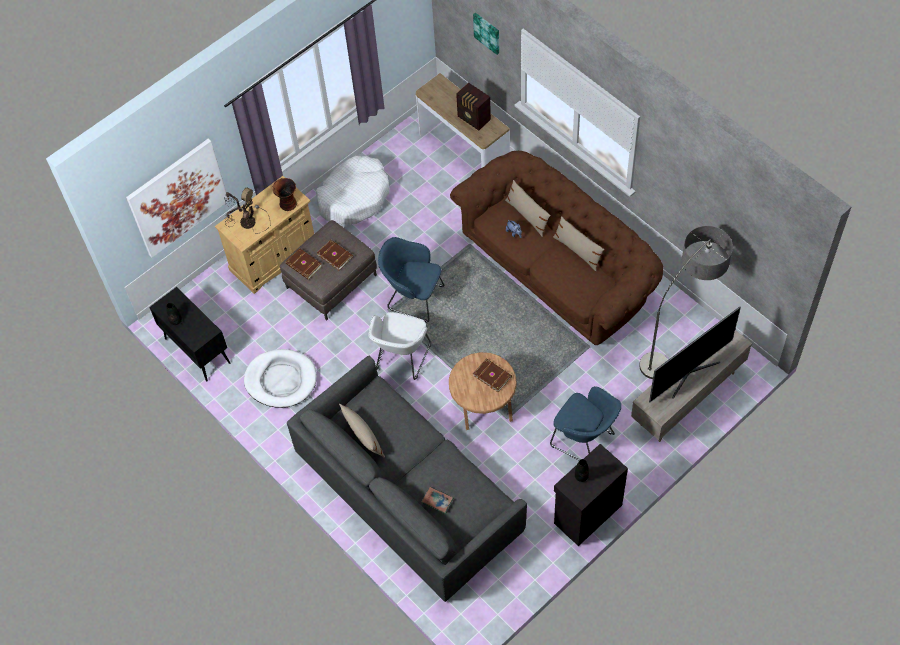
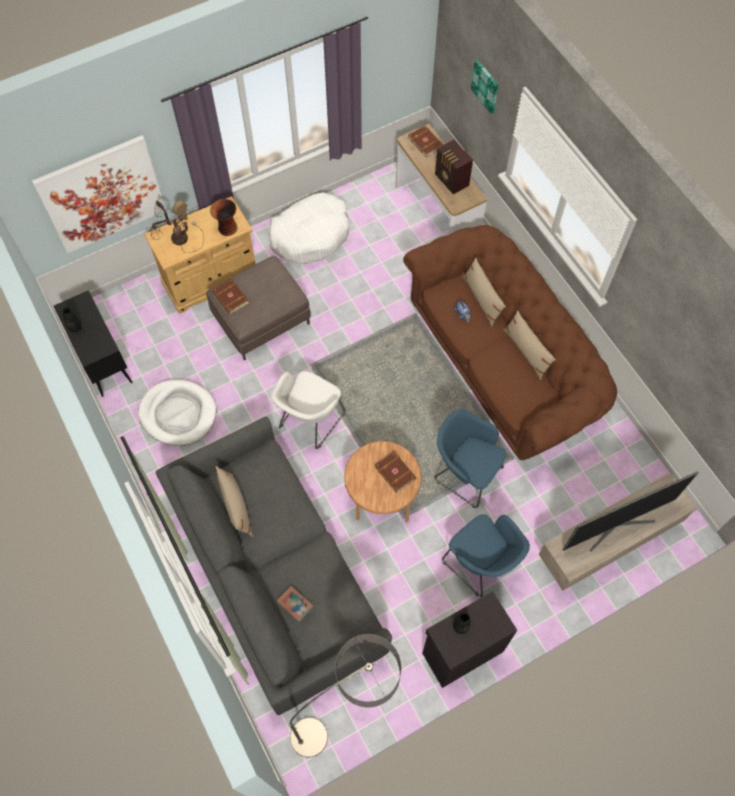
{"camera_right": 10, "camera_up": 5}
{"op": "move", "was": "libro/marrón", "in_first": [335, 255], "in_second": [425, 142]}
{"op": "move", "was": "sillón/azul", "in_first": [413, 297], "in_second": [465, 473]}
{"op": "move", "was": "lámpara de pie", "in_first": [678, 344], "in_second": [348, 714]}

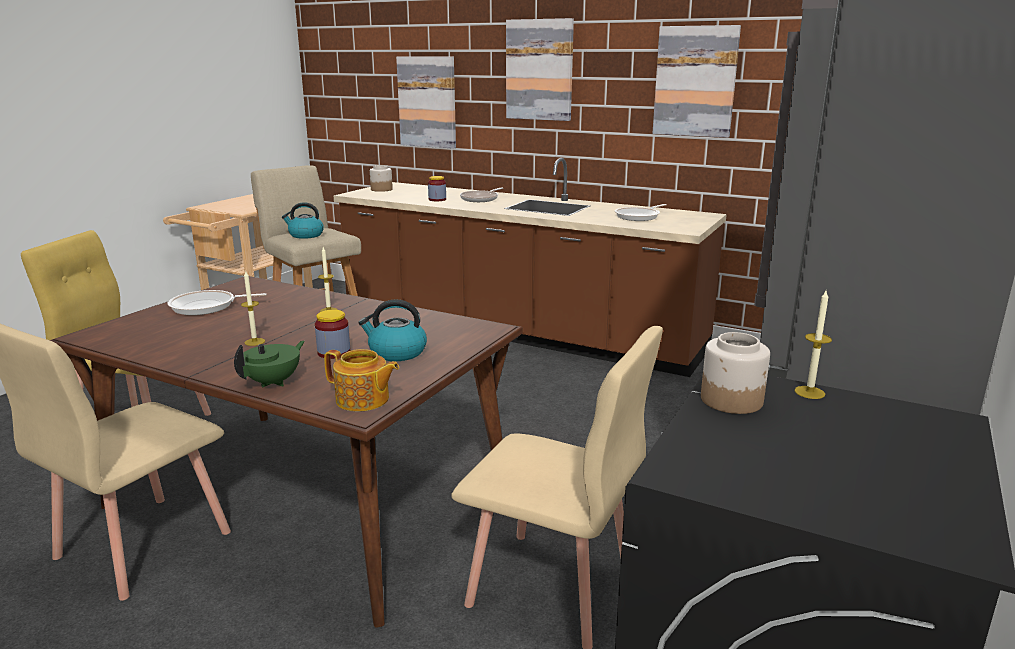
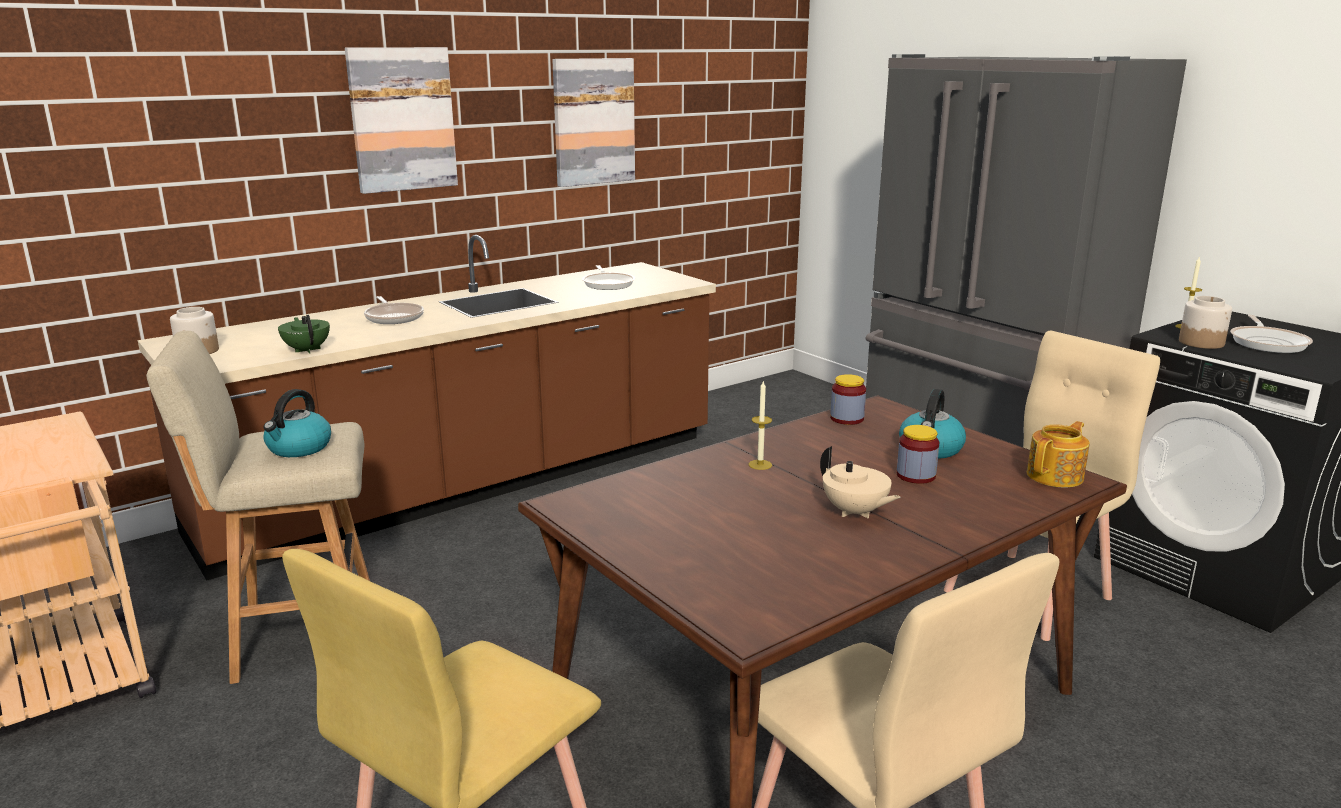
{"camera_right": -65, "camera_up": 0}
{"op": "delete", "was": "cuadro", "in_first": [427, 102]}
{"op": "move", "was": "sartén", "in_first": [207, 307], "in_second": [1268, 343]}
{"op": "move", "was": "tetera/verde", "in_first": [274, 382], "in_second": [307, 350]}
{"op": "move", "was": "tarro", "in_first": [437, 199], "in_second": [847, 418]}
{"op": "replace", "was": "vela", "now": "tetera/beis", "in_first": [254, 342], "in_second": [855, 512]}

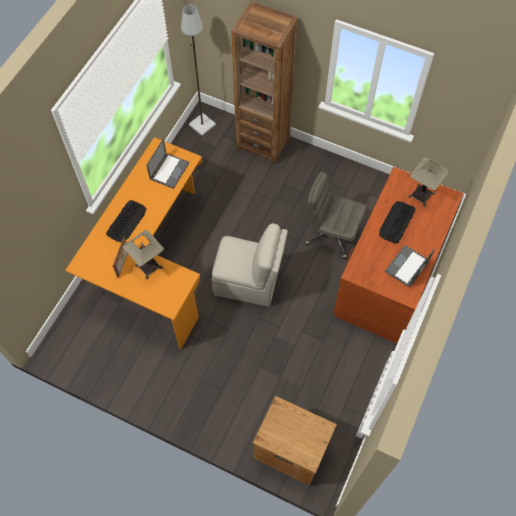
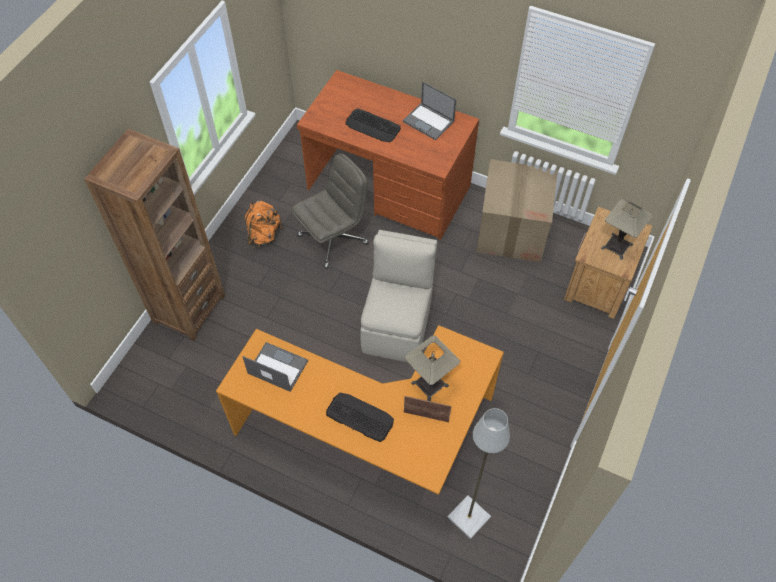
{"camera_right": -90, "camera_up": -5}
{"op": "insert", "now": "mochila/naranja", "in_second": [264, 235]}
{"op": "insert", "now": "caja de cartón", "in_second": [512, 230]}
{"op": "move", "was": "lámpara de pie/gris", "in_first": [202, 125], "in_second": [469, 517]}
{"op": "move", "was": "lámpara de mesa", "in_first": [421, 195], "in_second": [617, 246]}
{"op": "rotate", "was": "silla de oficina/gris", "in_first": [331, 234], "in_second": [333, 239], "clockwise": -150}

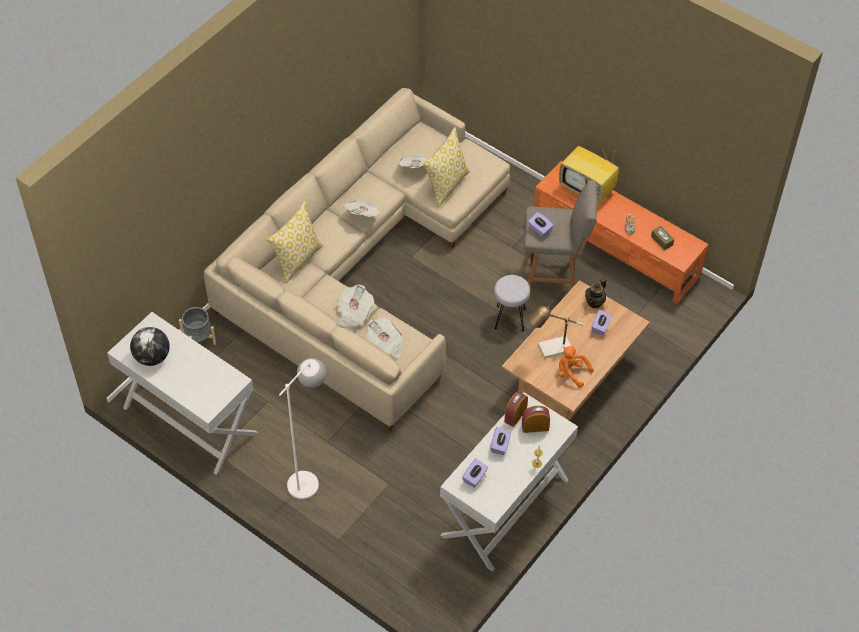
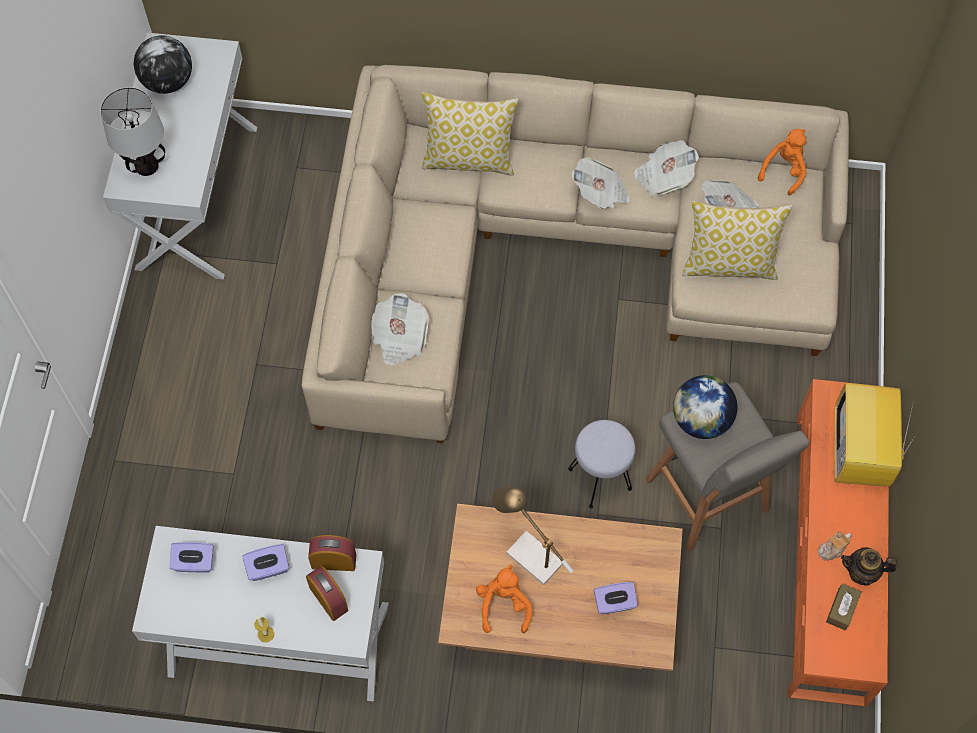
{"camera_right": 60, "camera_up": 10}
{"op": "delete", "was": "maceta/gris", "in_first": [198, 340]}
{"op": "delete", "was": "lámpara de pie/blanco", "in_first": [309, 477]}
{"op": "insert", "now": "lámpara de mesa", "in_second": [146, 166]}
{"op": "insert", "now": "peluche/naranja", "in_second": [783, 170]}
{"op": "move", "was": "periódico", "in_first": [354, 313], "in_second": [664, 177]}
{"op": "move", "was": "tetera", "in_first": [595, 302], "in_second": [862, 573]}
{"op": "replace", "was": "caja de pañuelos/morado", "now": "globo terráqueo", "in_first": [539, 229], "in_second": [701, 420]}

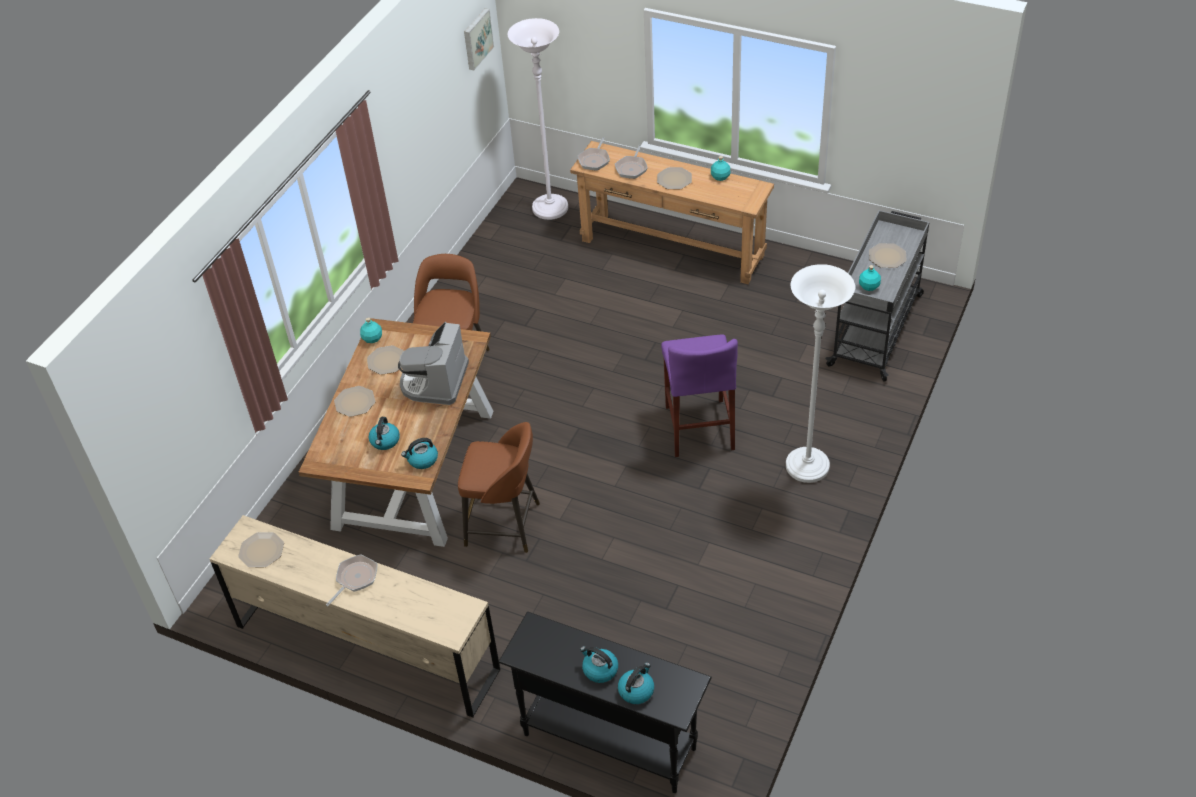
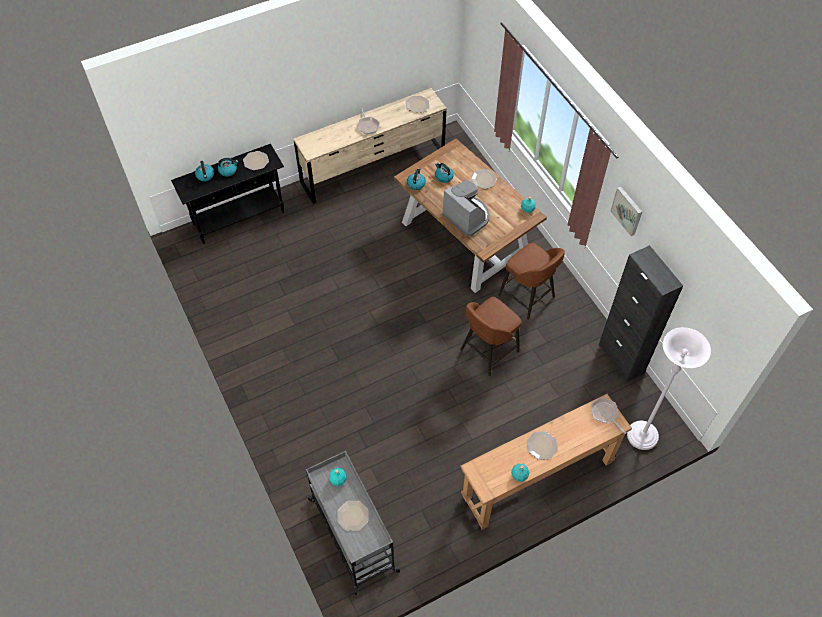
{"camera_right": 125, "camera_up": 10}
{"op": "delete", "was": "sartén", "in_first": [632, 168]}
{"op": "delete", "was": "taburete/morado", "in_first": [699, 427]}
{"op": "delete", "was": "lámpara de pie/blanco", "in_first": [807, 467]}
{"op": "insert", "now": "armario/negro", "in_second": [621, 358]}
{"op": "move", "was": "plato", "in_first": [386, 361], "in_second": [256, 161]}
{"op": "move", "was": "taburete/marrón", "in_first": [505, 525], "in_second": [488, 351]}
{"op": "move", "was": "cuadro", "in_first": [476, 38], "in_second": [627, 210]}

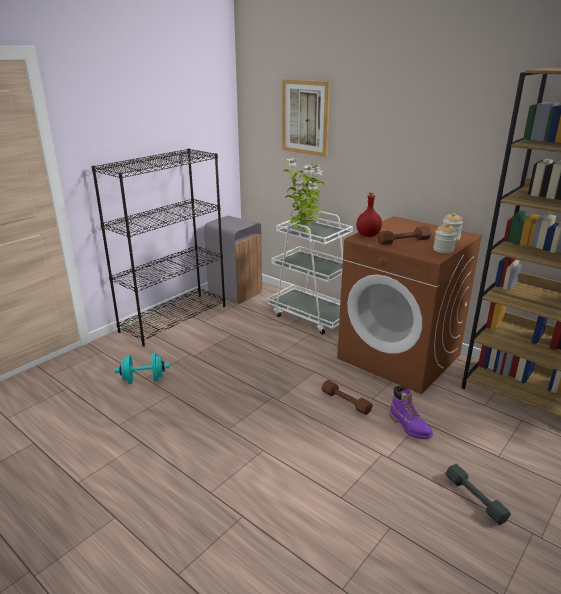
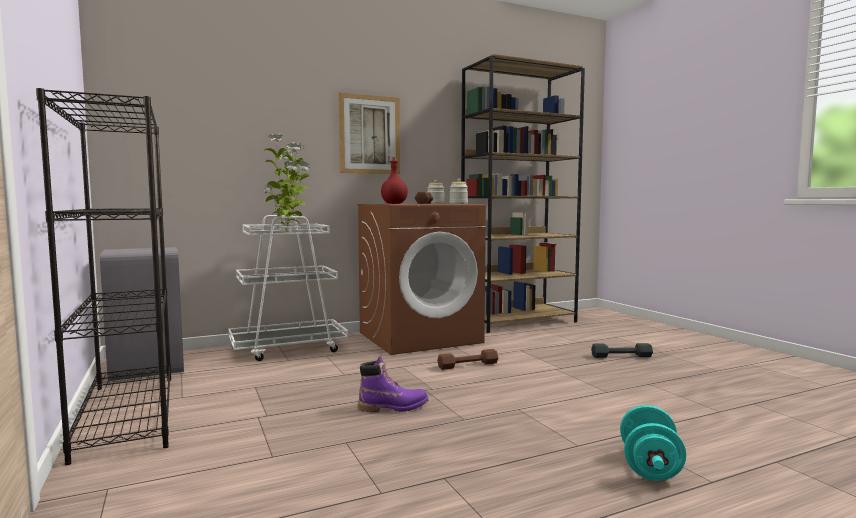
{"camera_right": -65, "camera_up": -20}
{"op": "move", "was": "mancuerna/turquesa", "in_first": [144, 380], "in_second": [649, 467]}
{"op": "move", "was": "cuadro", "in_first": [305, 117], "in_second": [369, 135]}
{"op": "move", "was": "bota/morado", "in_first": [409, 426], "in_second": [393, 407]}

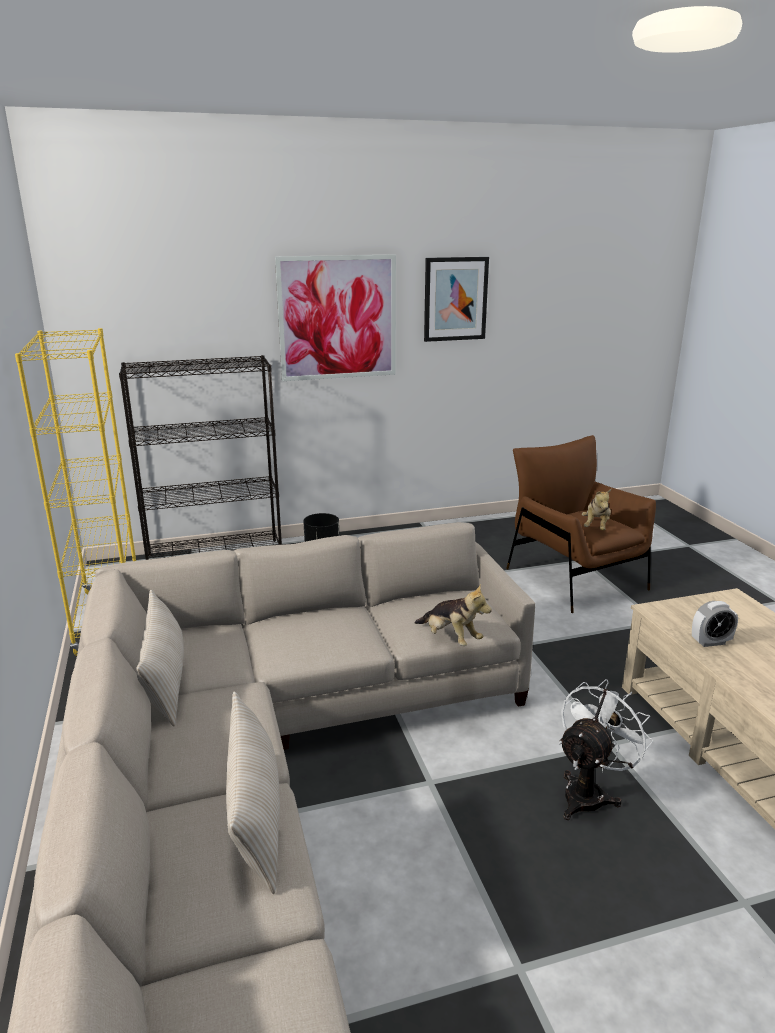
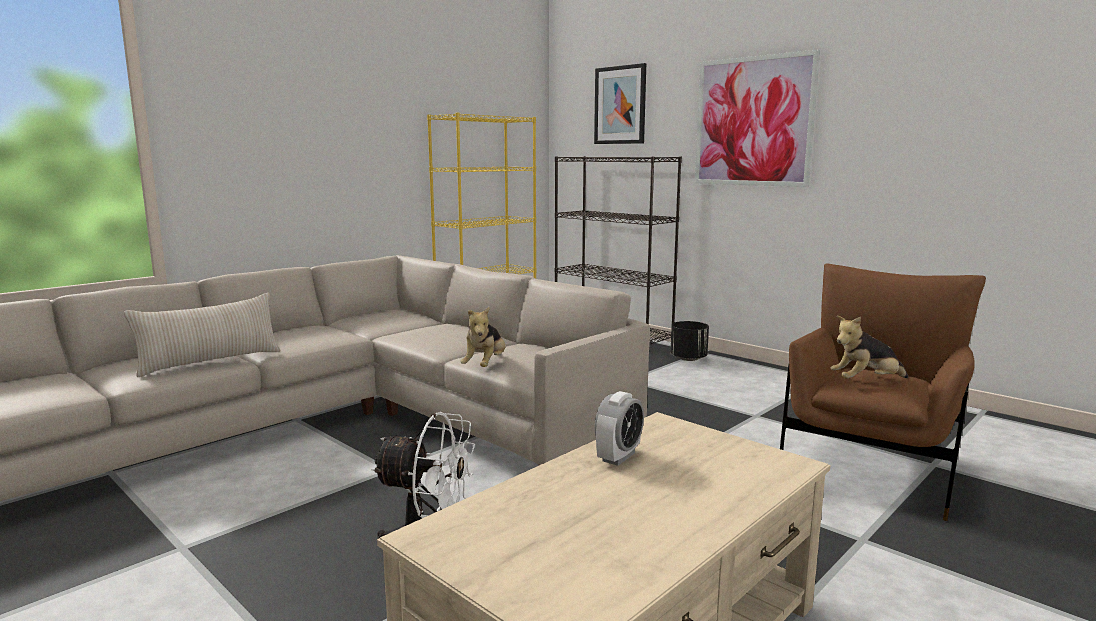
{"camera_right": 60, "camera_up": -10}
{"op": "delete", "was": "cojín/beis", "in_first": [166, 681]}
{"op": "move", "was": "cuadro", "in_first": [455, 299], "in_second": [620, 105]}
{"op": "rotate", "was": "despertador", "in_first": [711, 642], "in_second": [618, 457], "clockwise": -105}

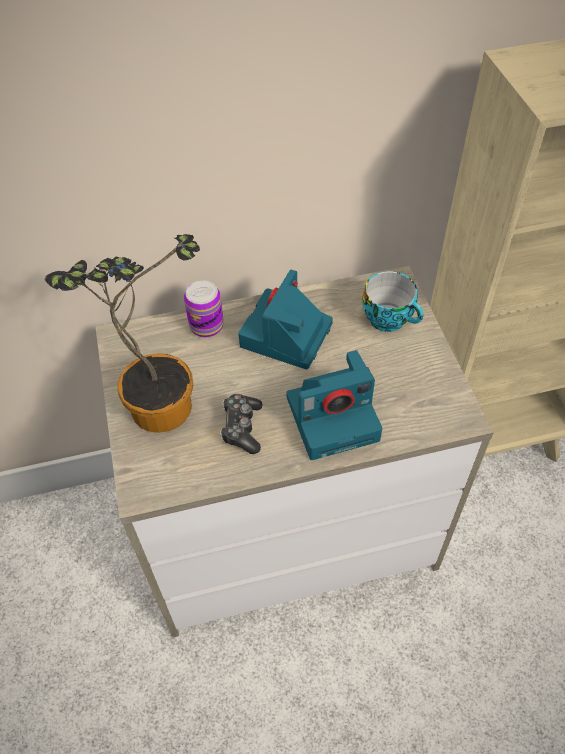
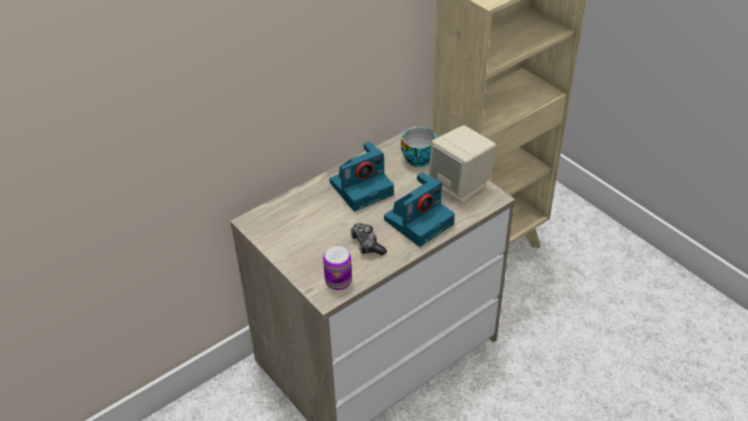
{"camera_right": -25, "camera_up": -10}
{"op": "delete", "was": "planta en maceta", "in_first": [155, 401]}
{"op": "insert", "now": "altavoz/beis", "in_second": [460, 186]}
{"op": "move", "was": "lata", "in_first": [206, 326], "in_second": [338, 281]}
{"op": "rotate", "was": "cámara", "in_first": [286, 336], "in_second": [362, 187], "clockwise": -120}

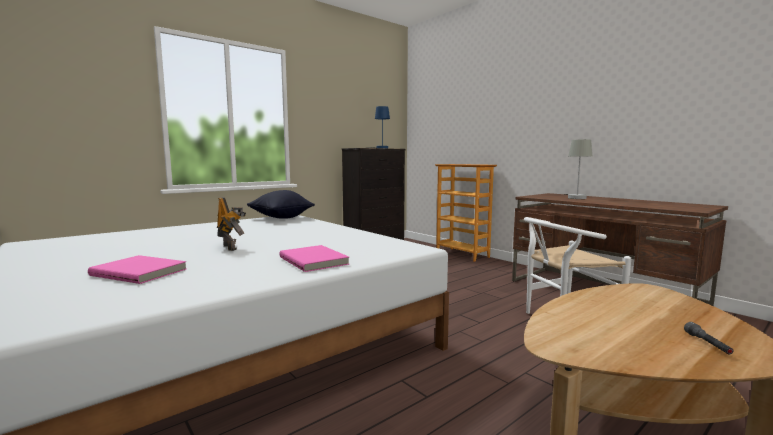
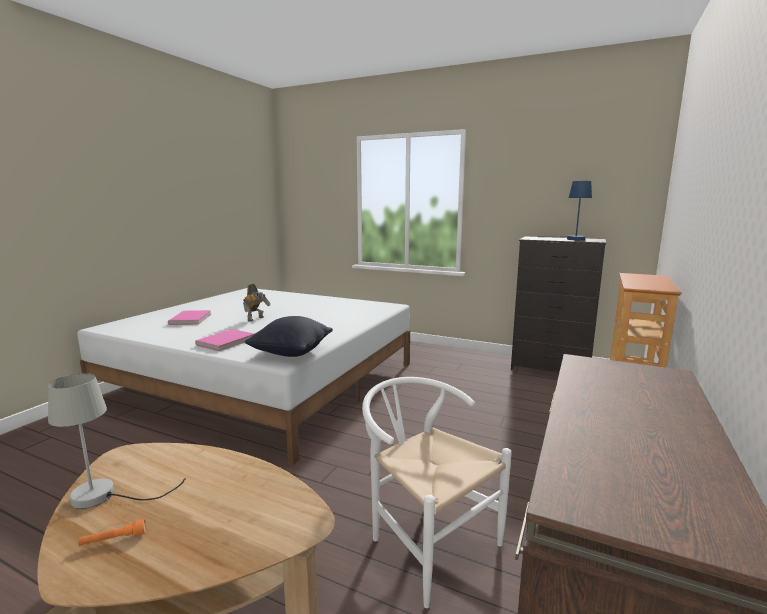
{"camera_right": 65, "camera_up": 5}
{"op": "move", "was": "cojín/negro", "in_first": [281, 218], "in_second": [291, 353]}
{"op": "move", "was": "lámpara de mesa/gris", "in_first": [576, 197], "in_second": [105, 496]}
{"op": "recolor", "was": "linterna/gris", "now": "linterna/naranja", "in_first": [707, 344], "in_second": [113, 539]}

